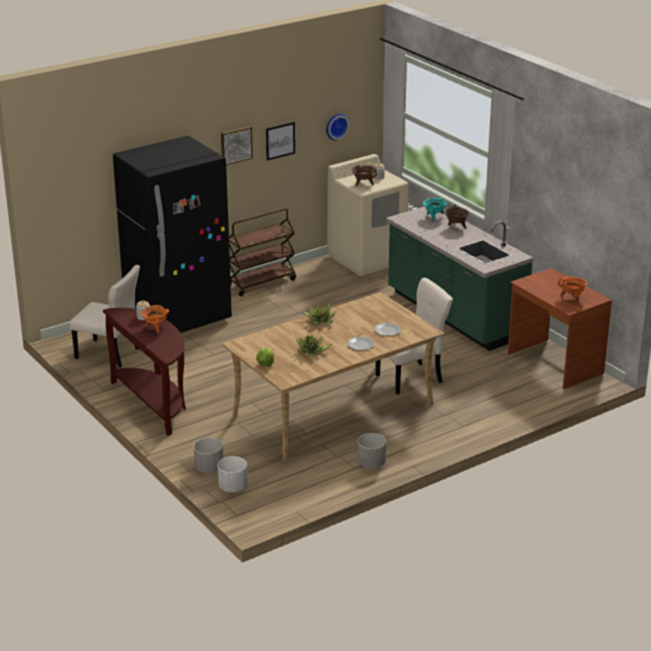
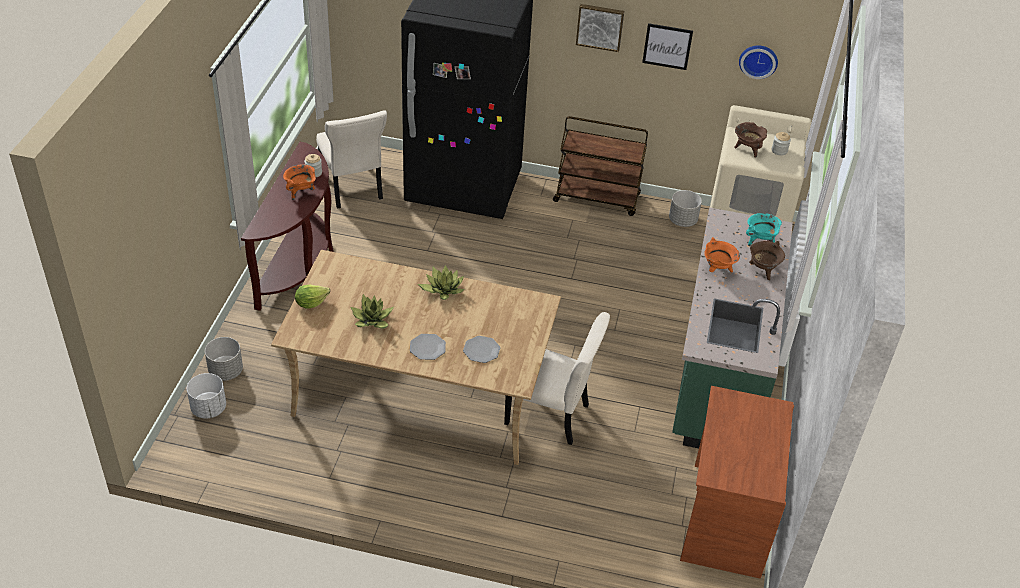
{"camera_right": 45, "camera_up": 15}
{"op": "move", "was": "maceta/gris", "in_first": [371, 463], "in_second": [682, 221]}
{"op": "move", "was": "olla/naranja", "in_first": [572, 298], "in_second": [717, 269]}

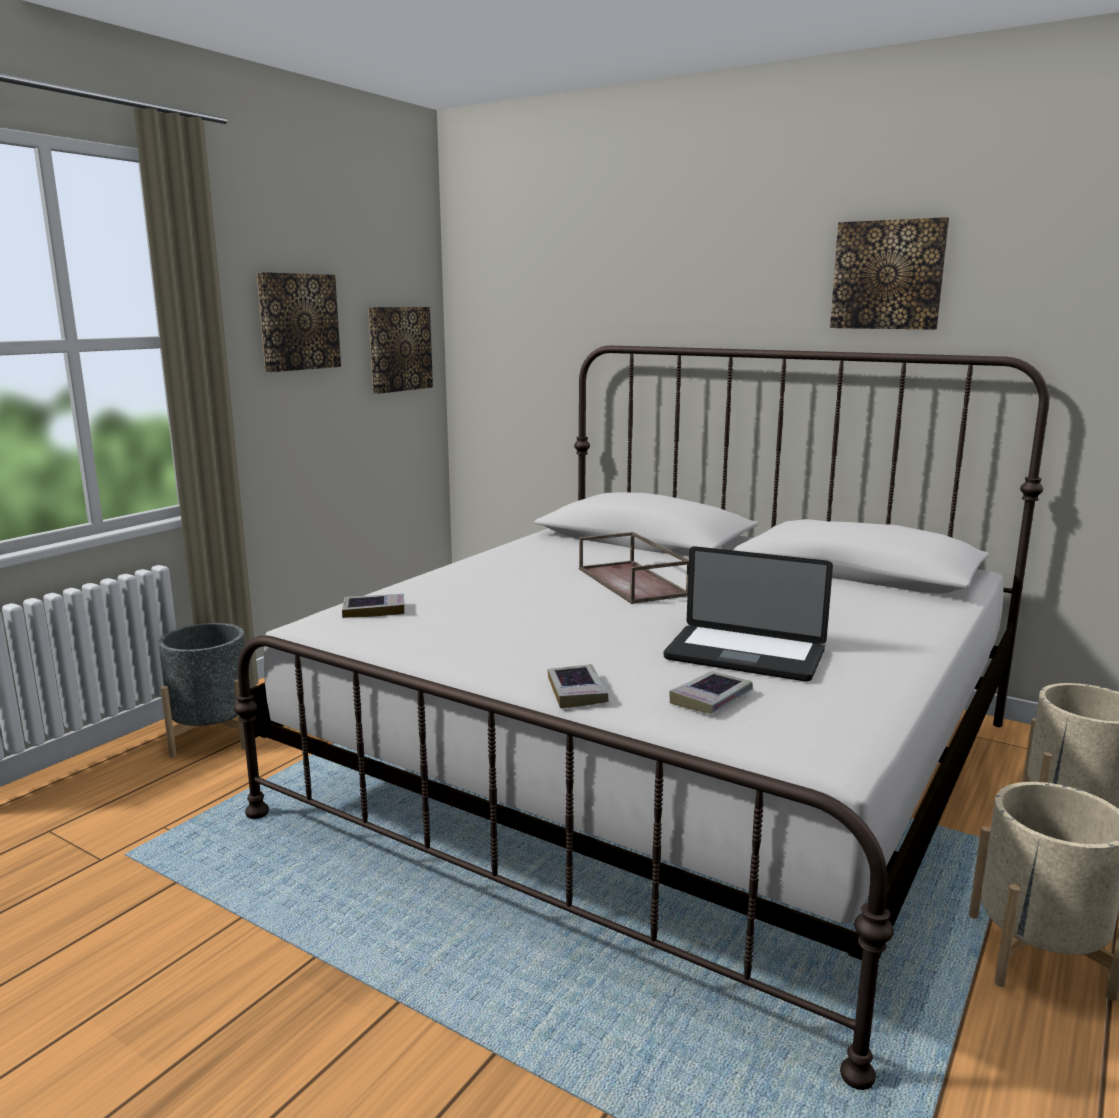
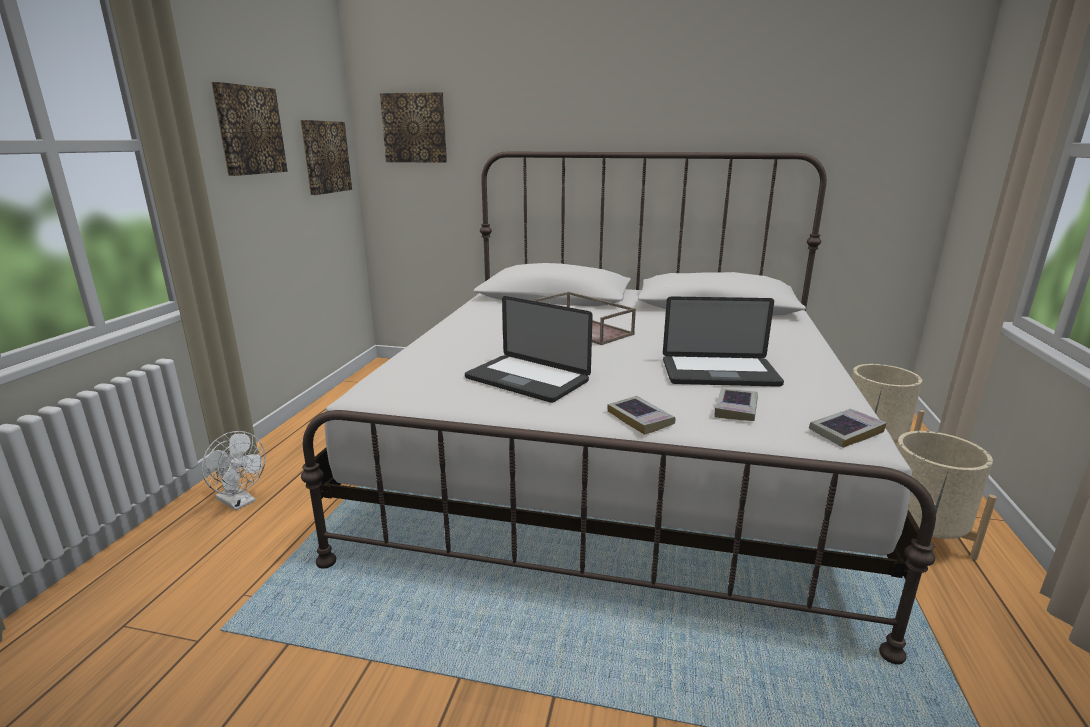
{"camera_right": -20, "camera_up": 5}
{"op": "insert", "now": "portátil", "in_second": [527, 380]}
{"op": "move", "was": "libro", "in_first": [374, 610], "in_second": [845, 432]}
{"op": "move", "was": "cuadro", "in_first": [888, 275], "in_second": [415, 128]}
{"op": "replace", "was": "maceta/gris", "now": "ventilador/blanco", "in_first": [213, 736], "in_second": [240, 502]}

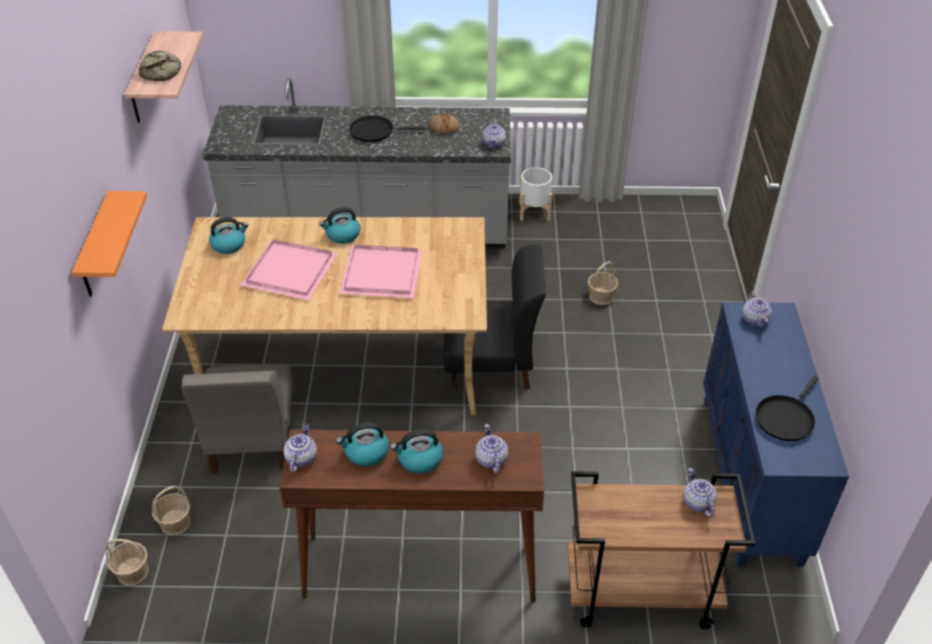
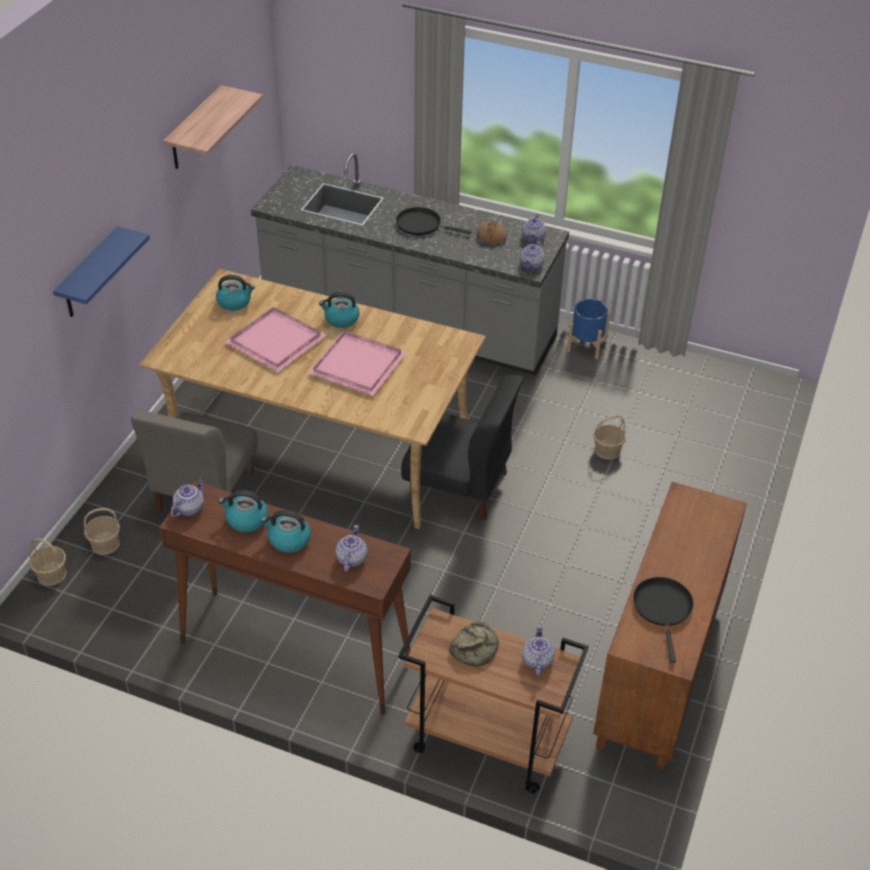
{"camera_right": 20, "camera_up": 0}
{"op": "move", "was": "pan", "in_first": [162, 71], "in_second": [475, 648]}
{"op": "move", "was": "tetera", "in_first": [755, 320], "in_second": [533, 238]}
{"op": "recolor", "was": "estante/naranja", "now": "estante/azul", "in_first": [96, 248], "in_second": [89, 275]}
{"op": "recolor", "was": "maceta/blanco", "now": "maceta/azul", "in_first": [534, 211], "in_second": [586, 345]}
{"op": "recolor", "was": "armario/azul", "now": "armario/marrón", "in_first": [752, 479], "in_second": [659, 672]}
{"op": "rotate", "was": "sartén/negro", "in_first": [785, 418], "in_second": [663, 608], "clockwise": 120}

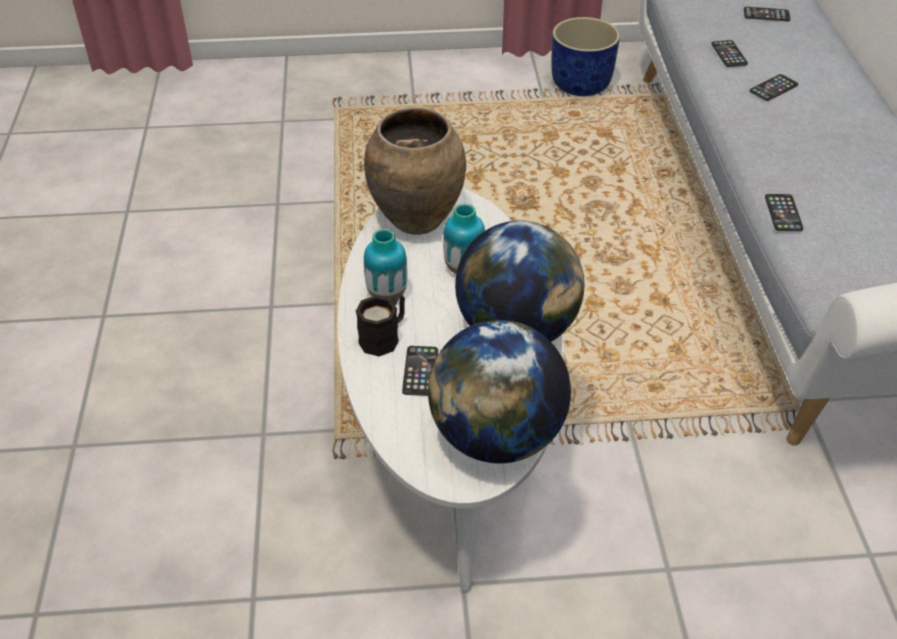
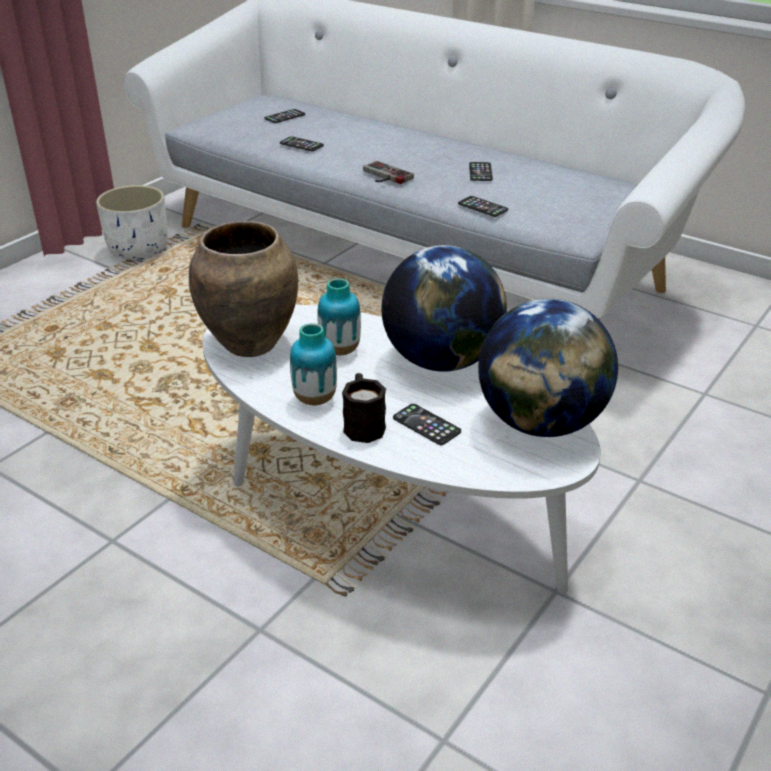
{"camera_right": -50, "camera_up": -10}
{"op": "insert", "now": "mando de consola", "in_second": [383, 176]}
{"op": "move", "was": "móvil", "in_first": [773, 88], "in_second": [480, 172]}
{"op": "recolor", "was": "maceta/azul", "now": "maceta/blanco", "in_first": [581, 84], "in_second": [139, 250]}

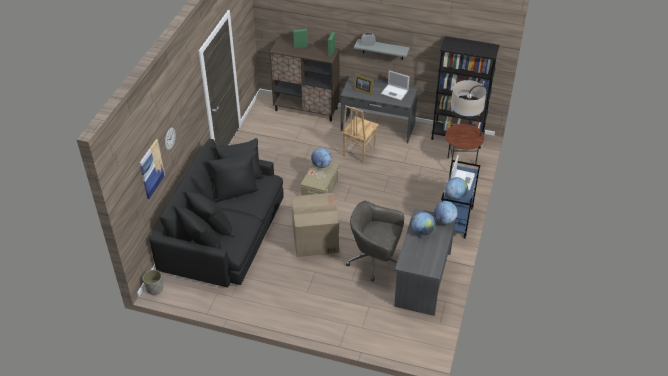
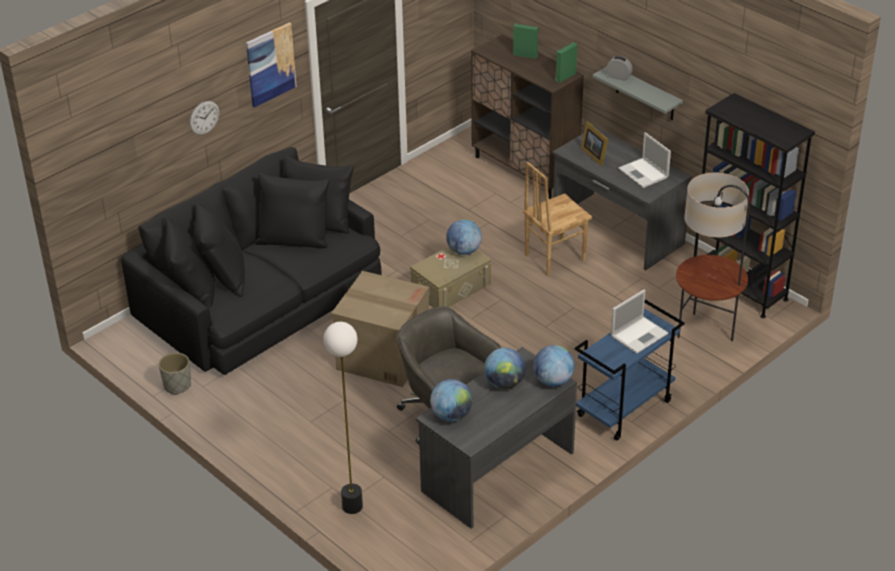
{"camera_right": 30, "camera_up": -5}
{"op": "insert", "now": "lámpara de pie", "in_second": [352, 506]}
{"op": "move", "was": "cuadro", "in_first": [151, 169], "in_second": [270, 64]}
{"op": "move", "was": "maceta/gris", "in_first": [155, 288], "in_second": [177, 385]}
{"op": "move", "was": "globo terráqueo", "in_first": [455, 196], "in_second": [451, 415]}

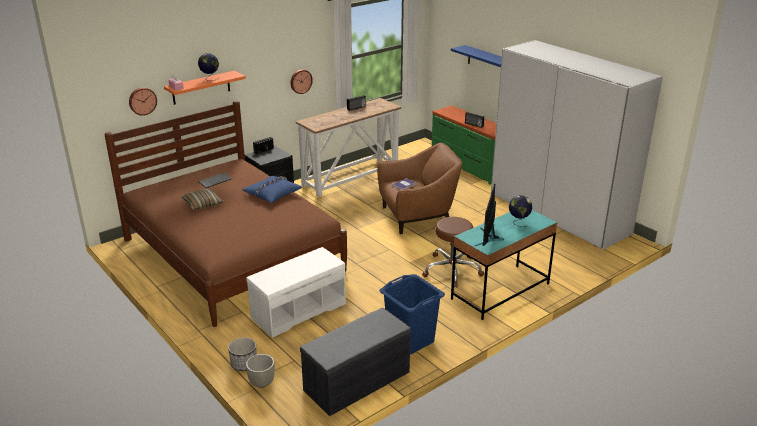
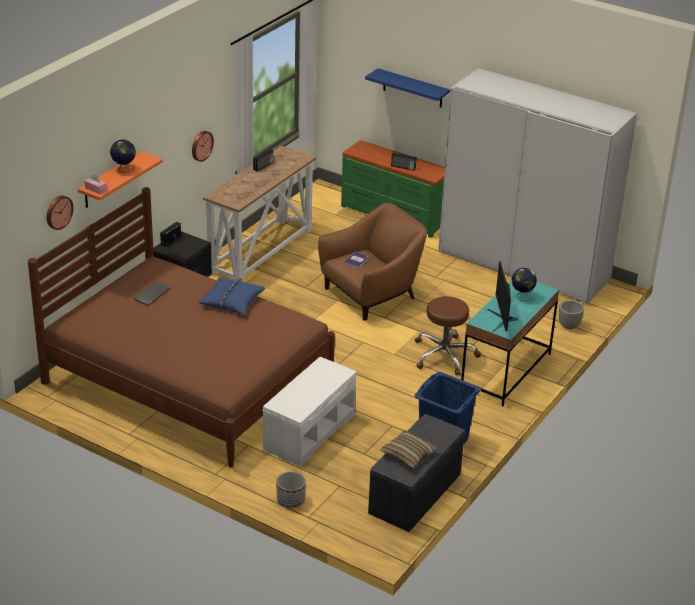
{"camera_right": -20, "camera_up": 5}
{"op": "move", "was": "cojín", "in_first": [202, 204], "in_second": [408, 454]}
{"op": "move", "was": "maceta/gris", "in_first": [261, 383], "in_second": [569, 326]}

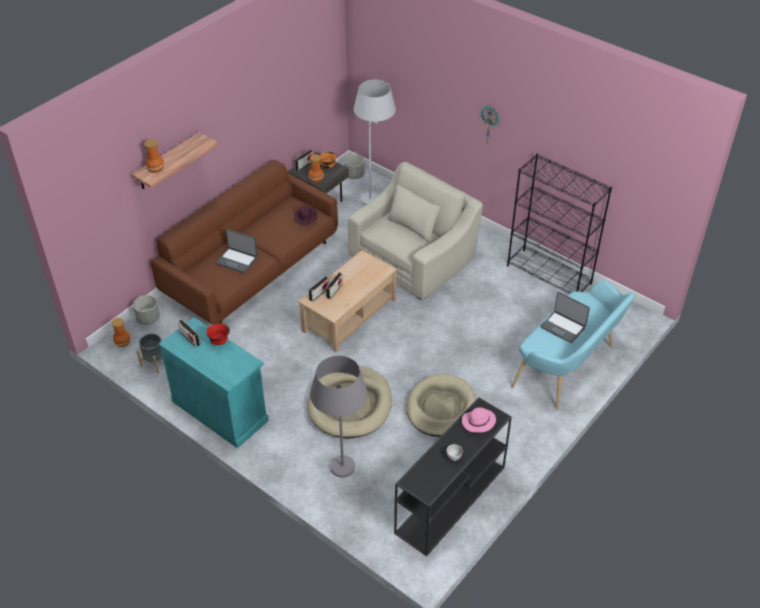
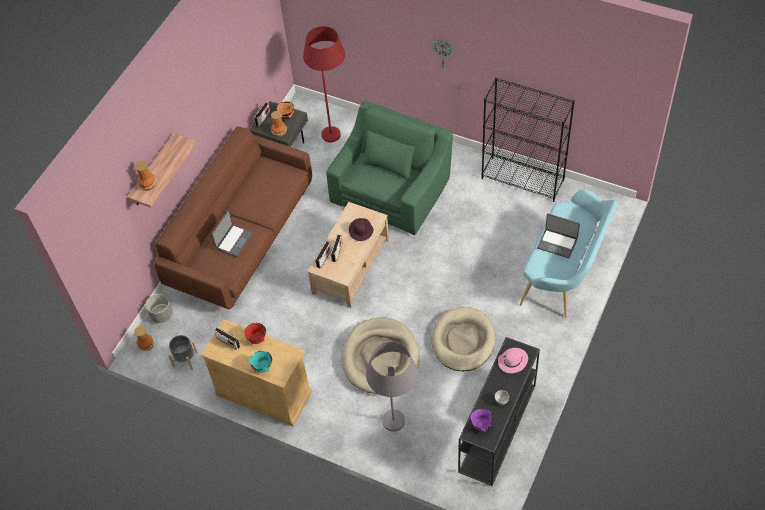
{"camera_right": -10, "camera_up": 10}
{"op": "delete", "was": "maceta/gris", "in_first": [354, 175]}
{"op": "insert", "now": "cuenco/turquesa", "in_second": [263, 367]}
{"op": "insert", "now": "cuenco/morado", "in_second": [481, 425]}
{"op": "move", "was": "sombrero/morado", "in_first": [305, 218], "in_second": [361, 231]}
{"op": "recolor", "was": "armario/turquesa", "now": "armario/beis", "in_first": [220, 410], "in_second": [264, 393]}
{"op": "recolor", "was": "sillón/beis", "now": "sillón/verde", "in_first": [413, 258], "in_second": [392, 191]}
{"op": "recolor", "was": "lámpara de pie/blanco", "now": "lámpara de pie/rojo", "in_first": [375, 194], "in_second": [333, 127]}
{"op": "rotate", "was": "portátil", "in_first": [237, 260], "in_second": [234, 241], "clockwise": -75}

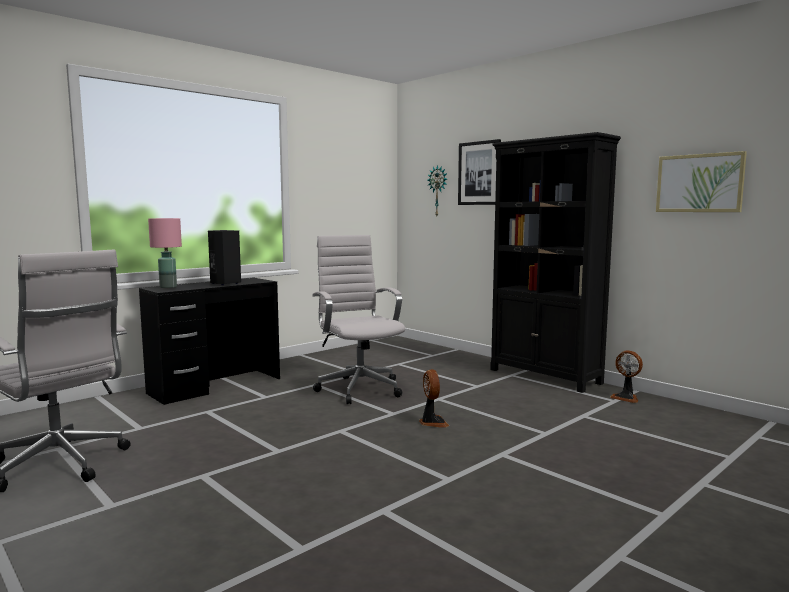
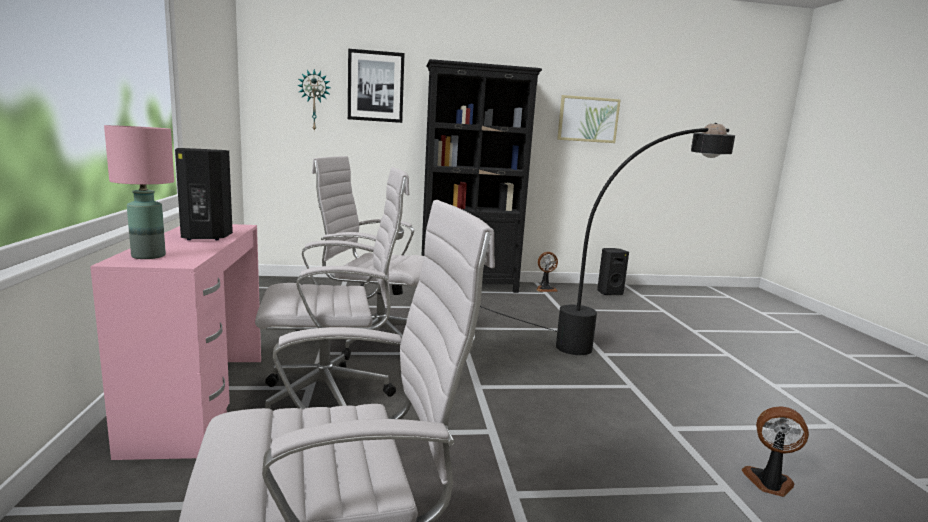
{"camera_right": -55, "camera_up": 5}
{"op": "insert", "now": "silla de oficina/blanco", "in_second": [332, 399]}
{"op": "insert", "now": "lámpara de pie/negro", "in_second": [597, 337]}
{"op": "insert", "now": "altavoz/negro", "in_second": [609, 292]}
{"op": "move", "was": "ventilador", "in_first": [432, 422], "in_second": [769, 483]}
{"op": "recolor", "was": "escritorio/negro", "now": "escritorio/rosa", "in_first": [215, 385], "in_second": [199, 401]}

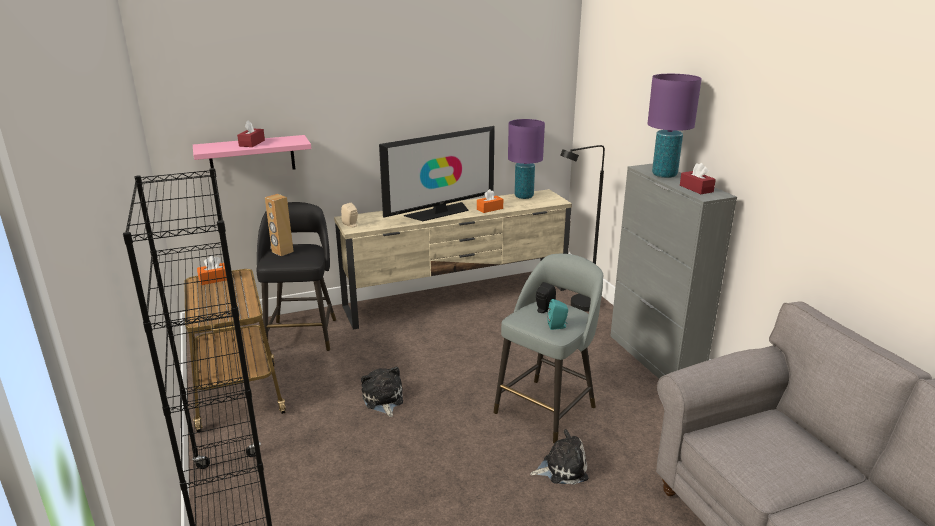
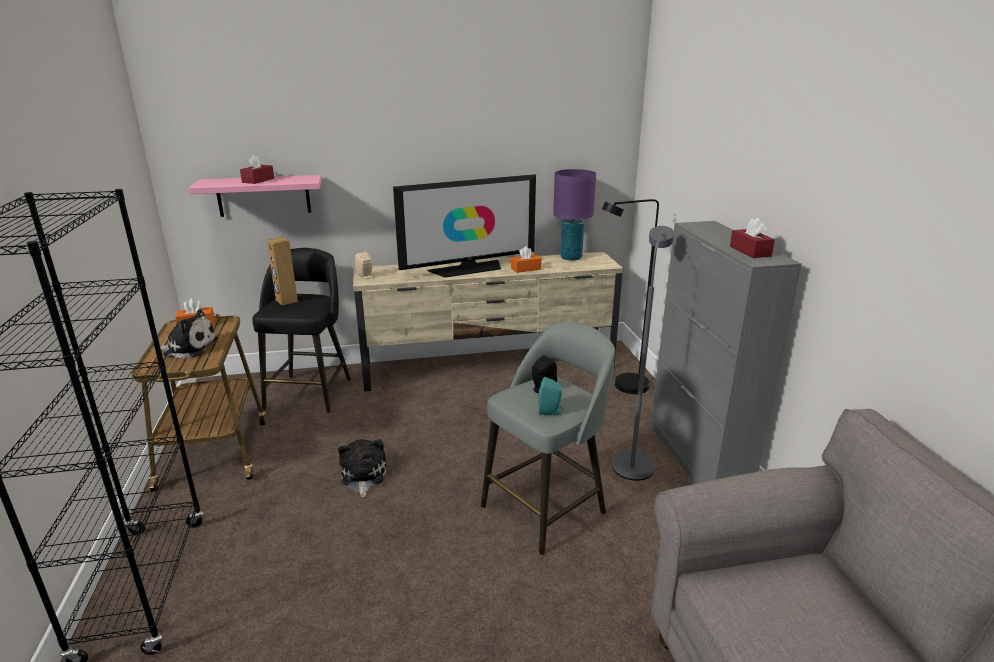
{"camera_right": 10, "camera_up": 0}
{"op": "delete", "was": "lámpara de mesa/morado", "in_first": [664, 175]}
{"op": "insert", "now": "lámpara de pie/gris", "in_second": [634, 460]}
{"op": "move", "was": "peluche", "in_first": [562, 468], "in_second": [188, 347]}

